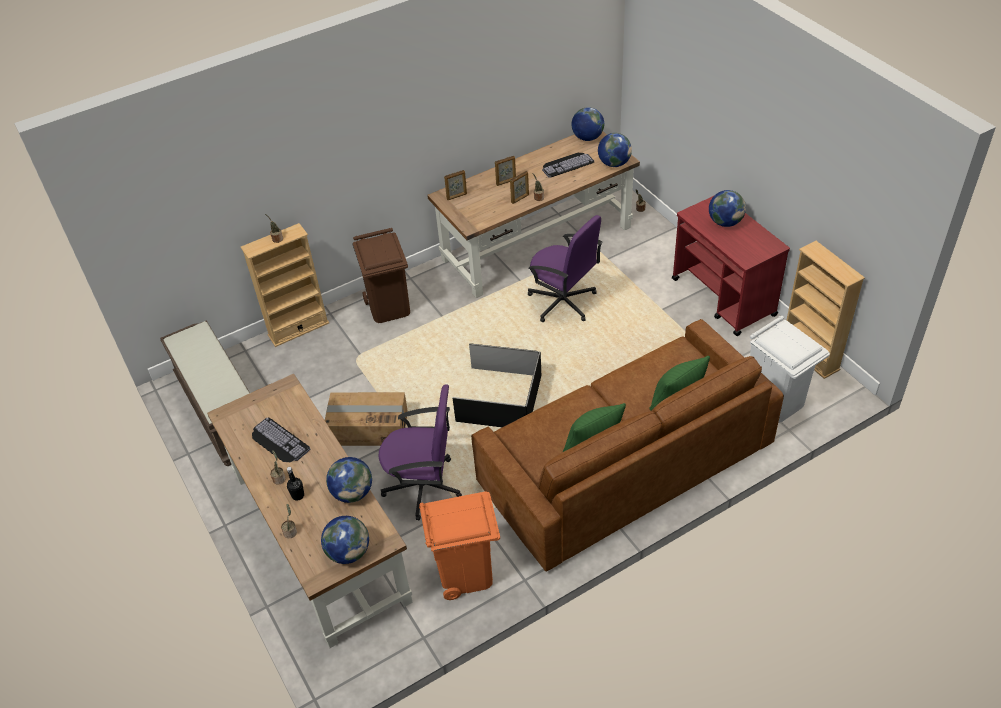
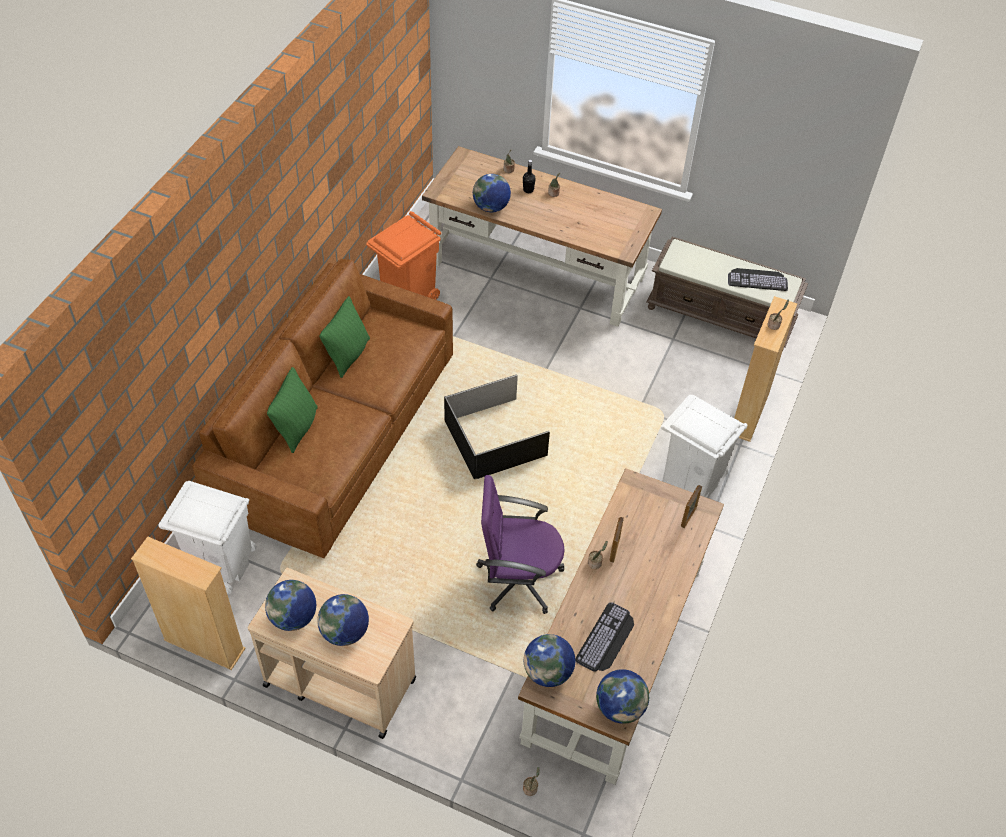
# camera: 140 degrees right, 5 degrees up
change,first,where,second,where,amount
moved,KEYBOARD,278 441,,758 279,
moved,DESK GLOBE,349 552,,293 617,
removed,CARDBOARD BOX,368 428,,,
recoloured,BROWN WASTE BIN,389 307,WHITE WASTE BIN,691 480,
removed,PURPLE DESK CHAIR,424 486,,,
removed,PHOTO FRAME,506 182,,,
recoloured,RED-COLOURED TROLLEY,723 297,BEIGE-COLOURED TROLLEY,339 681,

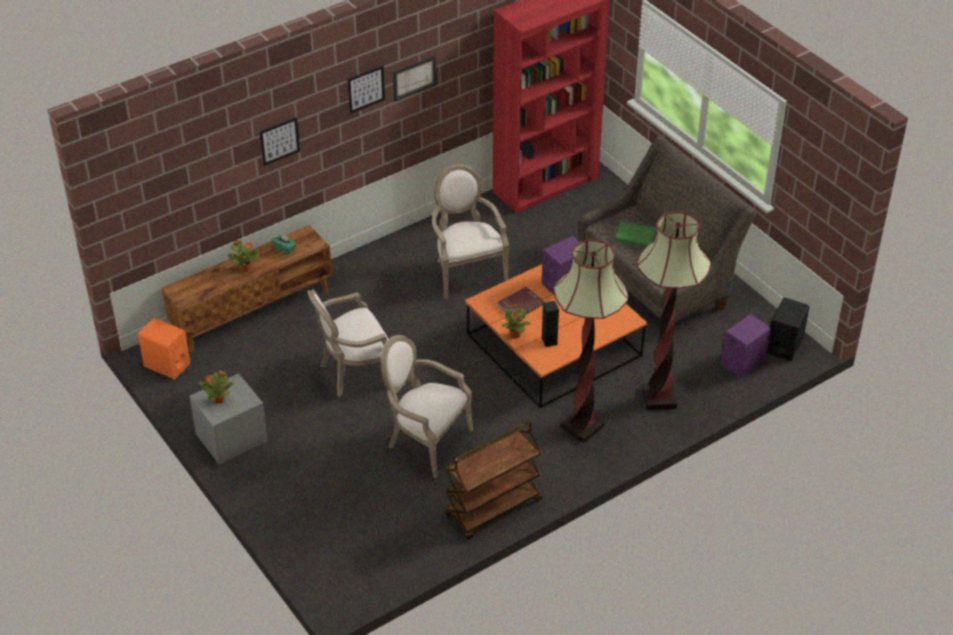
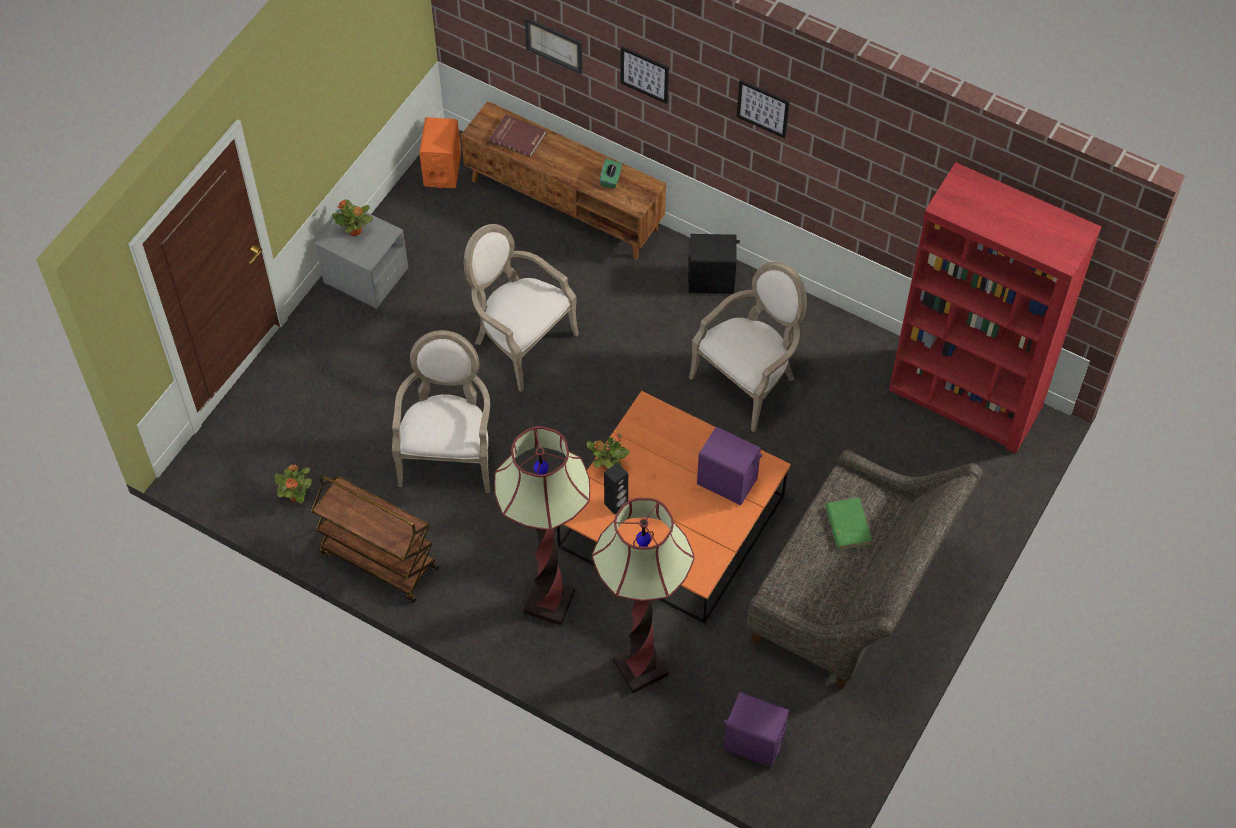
# camera: 65 degrees right, 15 degrees up
change,first,where,second,where,amount
moved,PLANT IN A POT,244 268,,296 496,
moved,WALL PICTURE,414 78,,554 45,
moved,RED-COLOURED BOUND BOOK,520 304,,518 137,
moved,BLACK-COLOURED SPEAKER,784 345,,711 280,

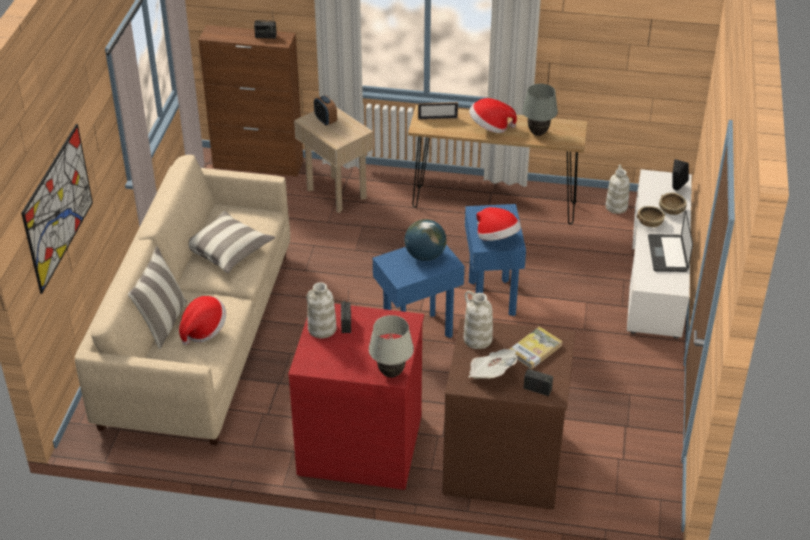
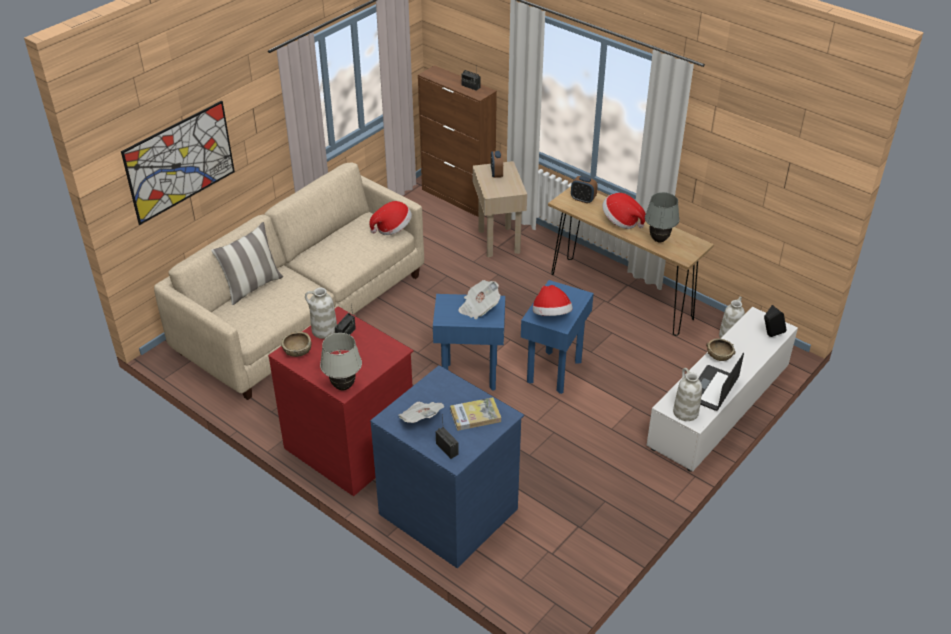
# camera: 30 degrees right, 0 degrees up
change,first,where,second,where,amount
moved,CLOTHING HAT,203 330,,392 228,
removed,CUSHION,227 251,,,
replaced,DESK GLOBE,425 256,DAILY PAPER,479 308,
replaced,PHOTO FRAME,437 118,ALARM CLOCK,583 199,
recoloured,BROWN DRAWER CHEST,504 462,BLUE DRAWER CHEST,449 510,
moved,WHITE DECORATIVE VASE,477 339,,685 412,
moved,BROWN SERVING BOWL,671 210,,297 351,

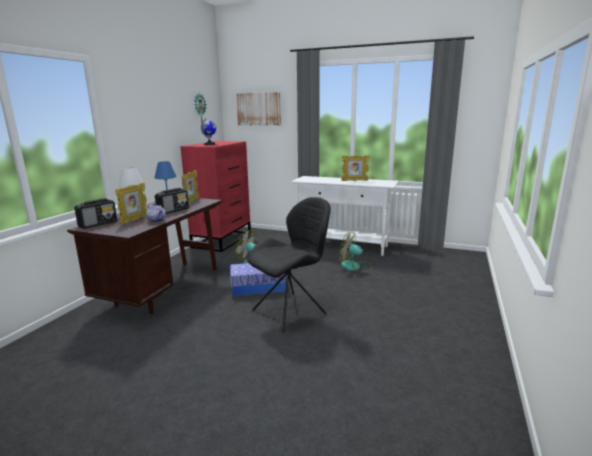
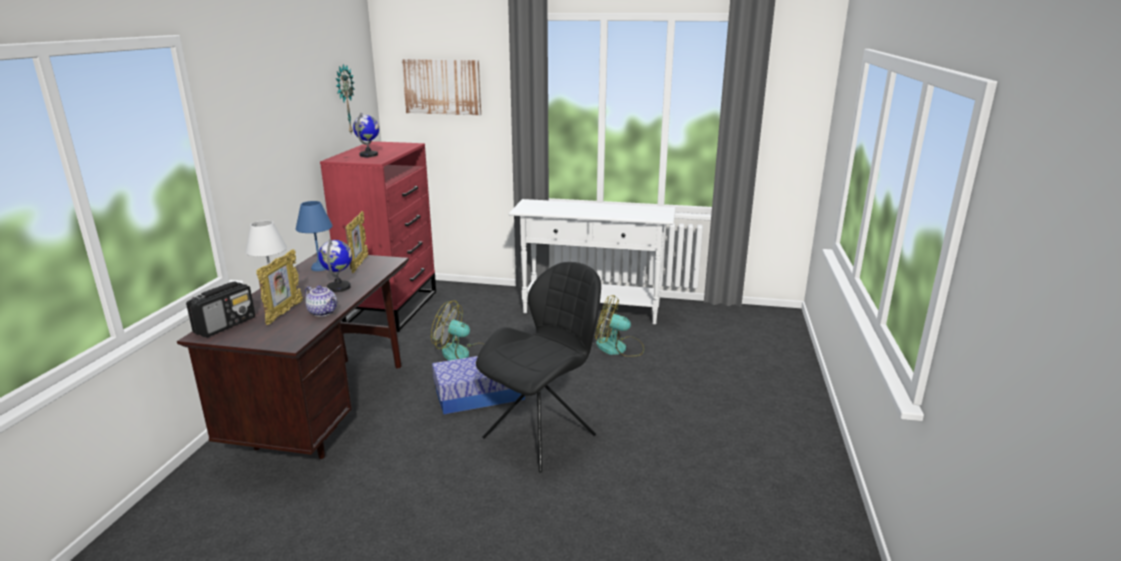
# camera: 10 degrees left, 5 degrees up
change,first,where,second,where,amount
replaced,RADIO RECEIVER,173 211,DESK GLOBE,339 287,
removed,PHOTO FRAME,354 181,,,

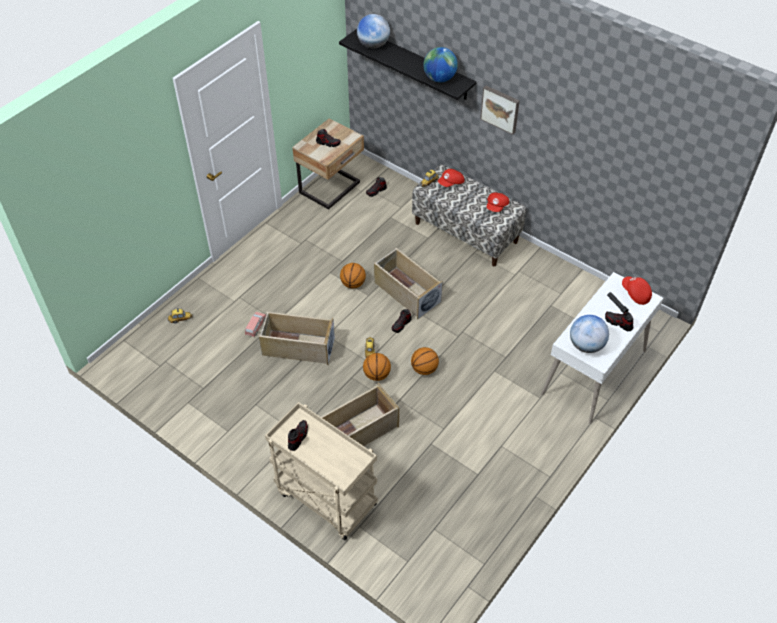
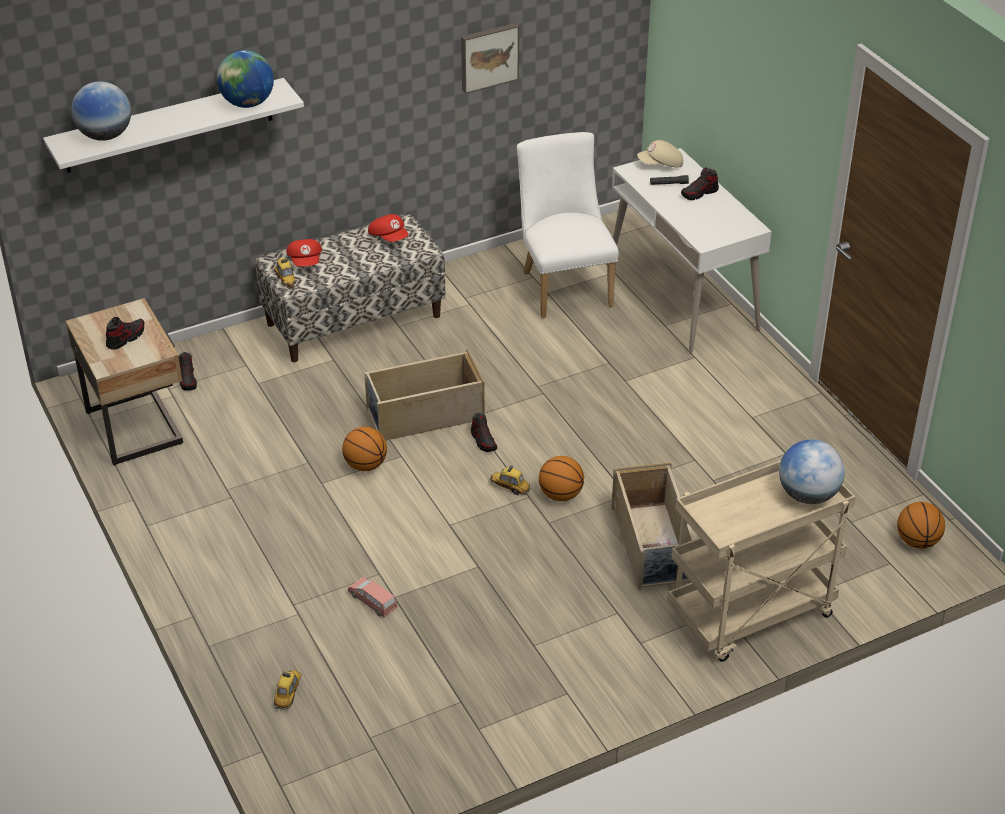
# camera: 65 degrees left, 10 degrees down
change,first,where,second,where,amount
removed,BEIGE-COLOURED STORAGE CONTAINER,298 347,,,
removed,LOW SHOE,298 437,,,
recoloured,BLACK-COLOURED SHELF,415 64,WHITE SHELF,169 126,
moved,BASKETBALL BALL,424 369,,917 541,
moved,WALL PICTURE,500 108,,488 56,
moved,DESK GLOBE,586 345,,808 495,
recoloured,RED-COLOURED PEAKED CAP,635 294,BEIGE-COLOURED PEAKED CAP,661 165,
added,,,WHITE UPRIGHT CHAIR,564 285,

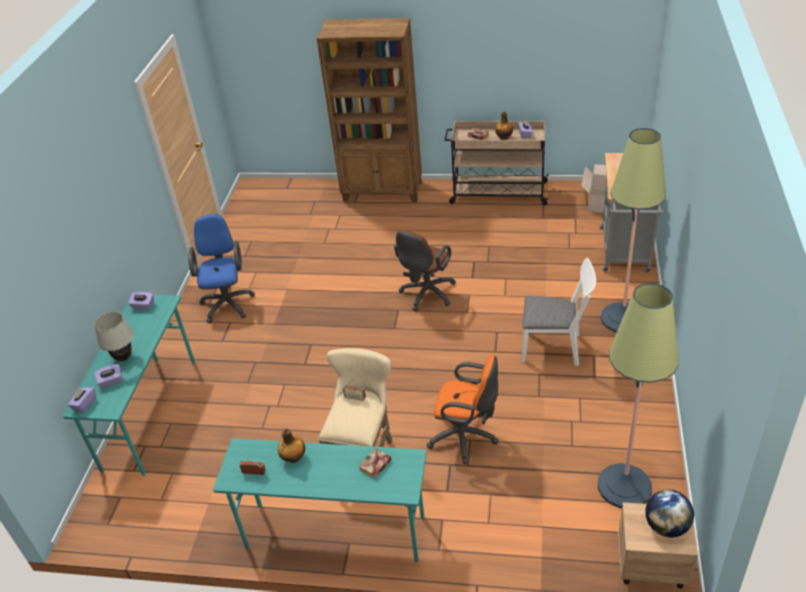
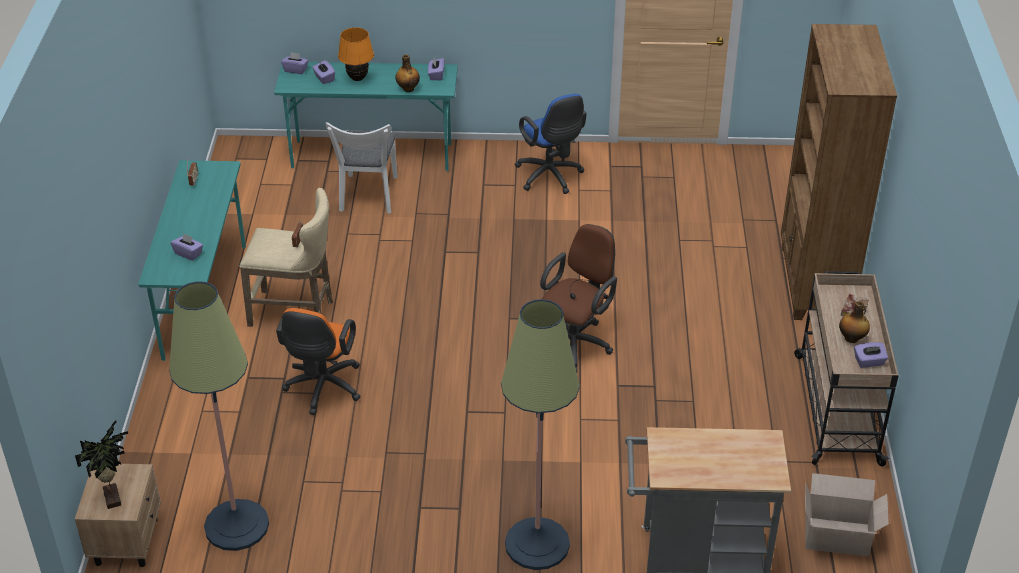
# camera: 80 degrees right, 0 degrees up
change,first,where,second,where,amount
recoloured,WHITE TABLE LAMP,124 357,ORANGE TABLE LAMP,357 79,
turned,BLUE DESK CHAIR,227 302,,550 177,75 degrees clockwise
moved,DRINK BOTTLE,293 458,,408 89,
replaced,BOUND BOOK,375 466,PURPLE TISSUE HOLDER,188 253,
turned,BROWN DESK CHAIR,426 295,,576 342,105 degrees clockwise
moved,WHITE UPRIGHT CHAIR,556 348,,368 197,
replaced,DESK GLOBE,666 526,PLANT IN A POT,114 497,

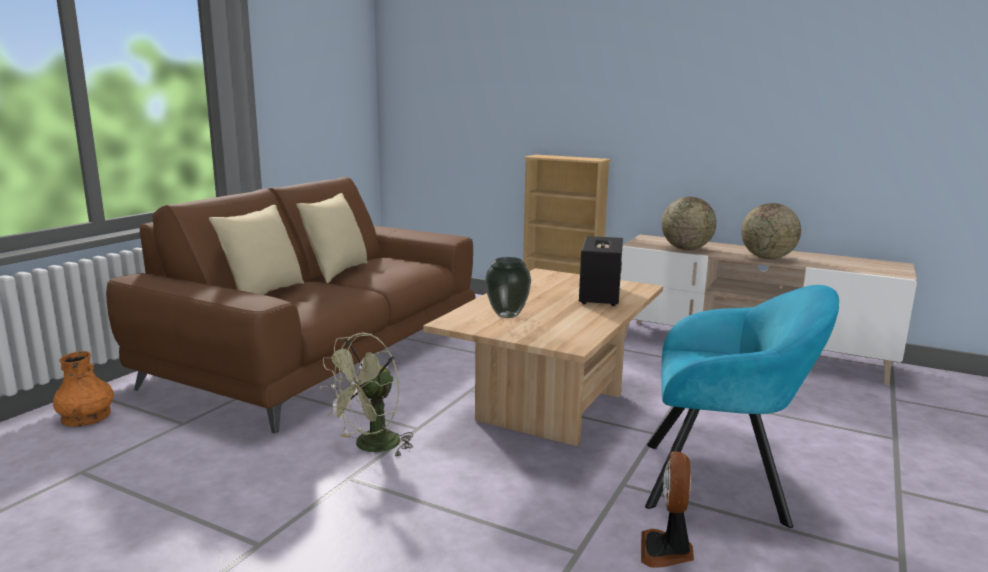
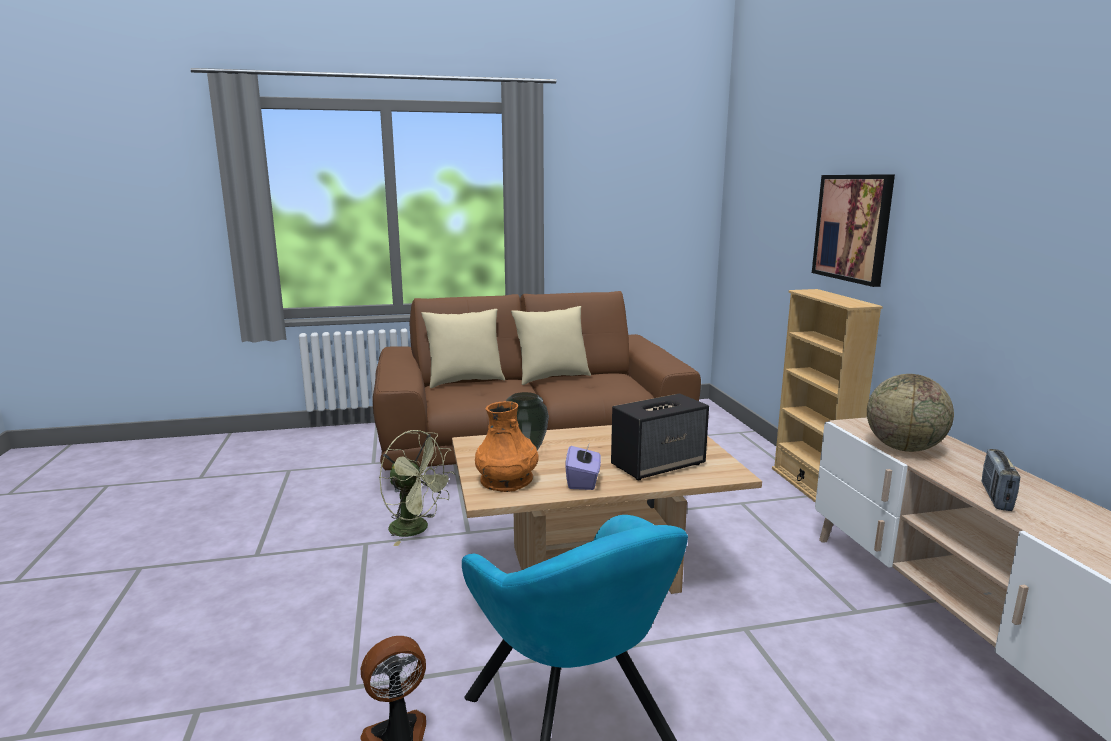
# camera: 50 degrees right, 0 degrees up
change,first,where,second,where,amount
moved,ORANGE DECORATIVE VASE,86 417,,507 480,
turned,GREEN-COLOURED ELECTRIC FAN,371 447,,417 529,150 degrees counterclockwise
replaced,DESK GLOBE,767 258,RADIO RECEIVER,996 497,
added,,,PURPLE TISSUE HOLDER,583 481,
added,,,WALL PICTURE,852 228,

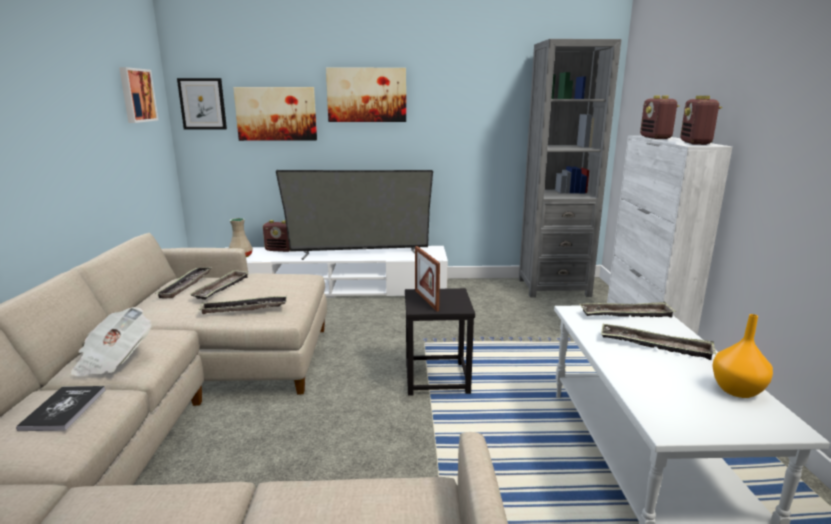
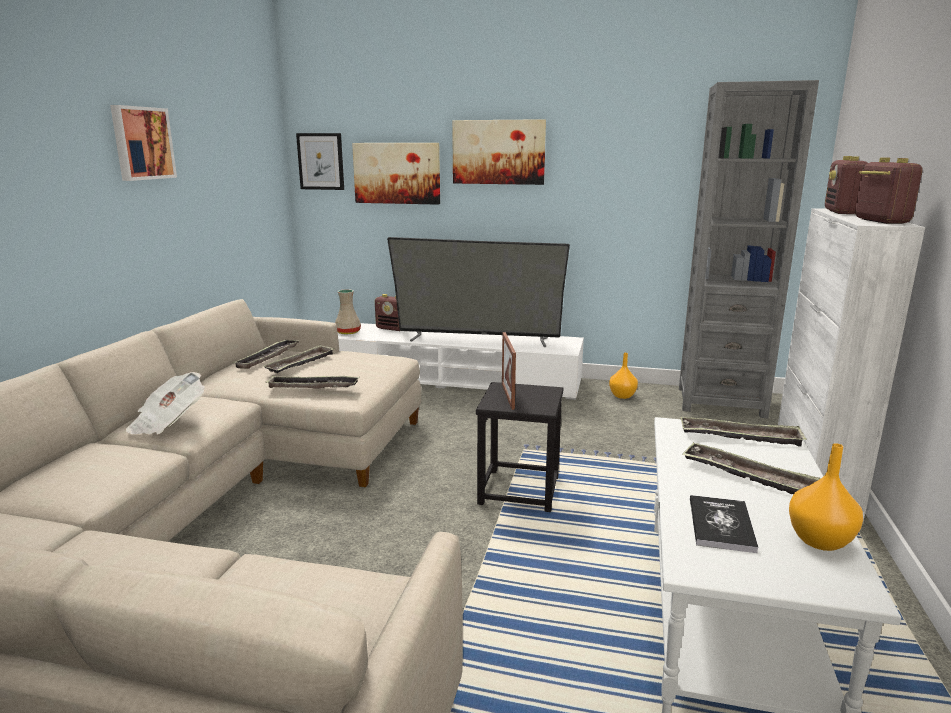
# camera: 15 degrees right, 0 degrees up
change,first,where,second,where,amount
moved,BOUND BOOK,64 409,,721 525,
moved,WALL PICTURE,136 95,,142 143,
turned,RADIO RECEIVER,695 143,,880 221,150 degrees clockwise
added,,,ORANGE DECORATIVE VASE,623 396,

